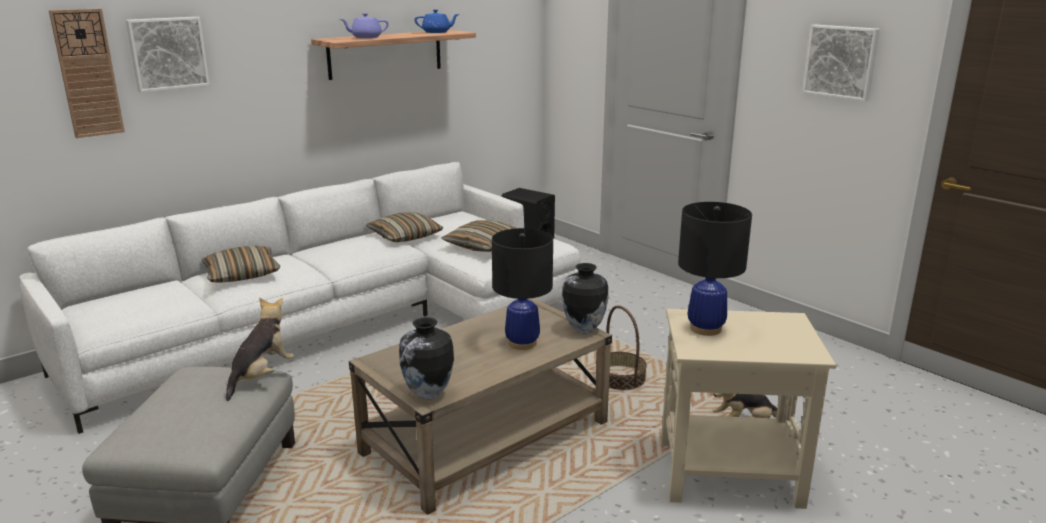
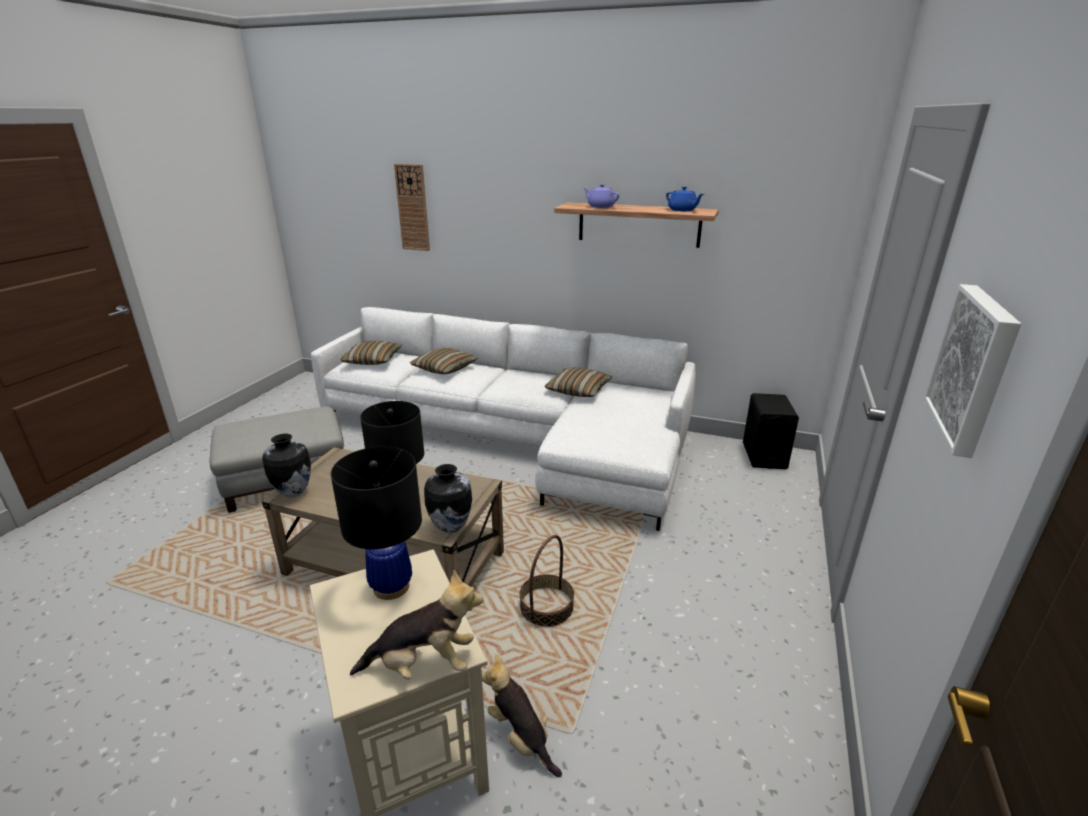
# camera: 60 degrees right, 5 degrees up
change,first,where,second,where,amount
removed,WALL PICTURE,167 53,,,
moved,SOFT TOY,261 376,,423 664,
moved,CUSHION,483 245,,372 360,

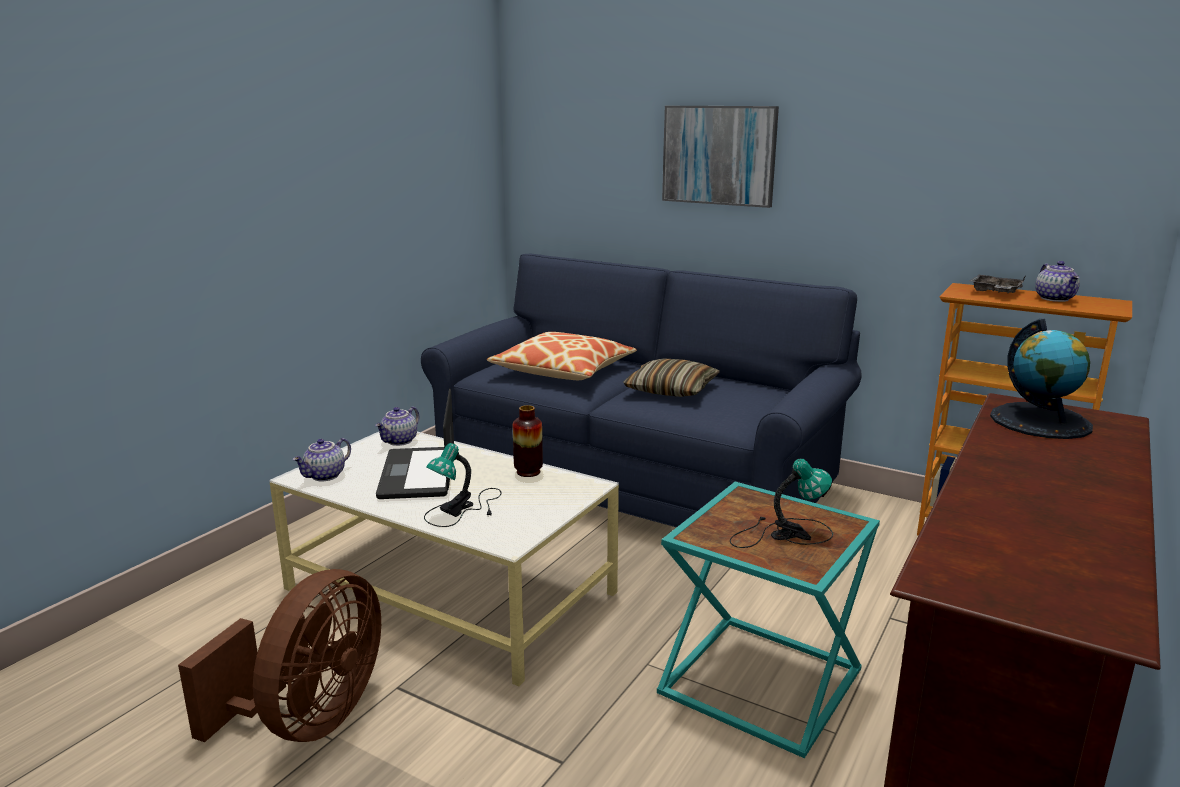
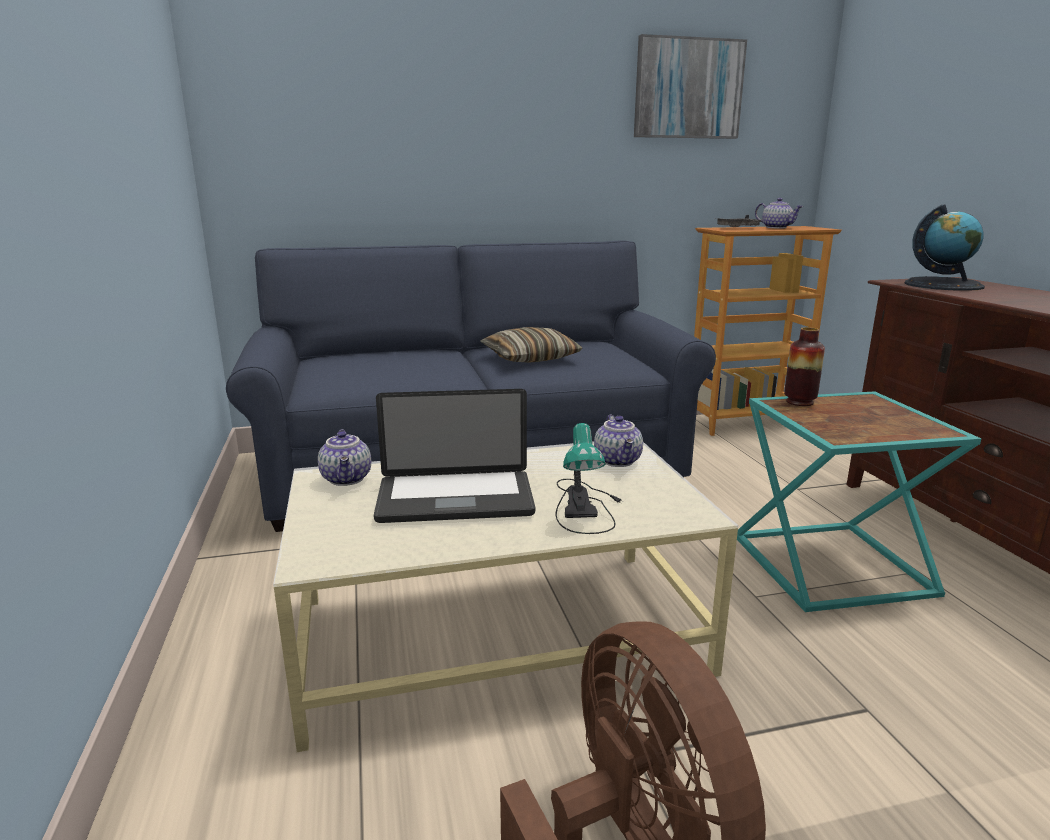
# camera: 45 degrees left, 0 degrees up
change,first,where,second,where,amount
moved,TEA POT,325 476,,619 461,
turned,PORTABLE COMPUTER,418 474,,455 499,45 degrees counterclockwise
removed,CUSHION,563 371,,,
moved,DECORATIVE VASE,528 472,,799 402,
moved,WALL PICTURE,719 155,,688 89,
removed,TABLE LAMP,783 533,,,

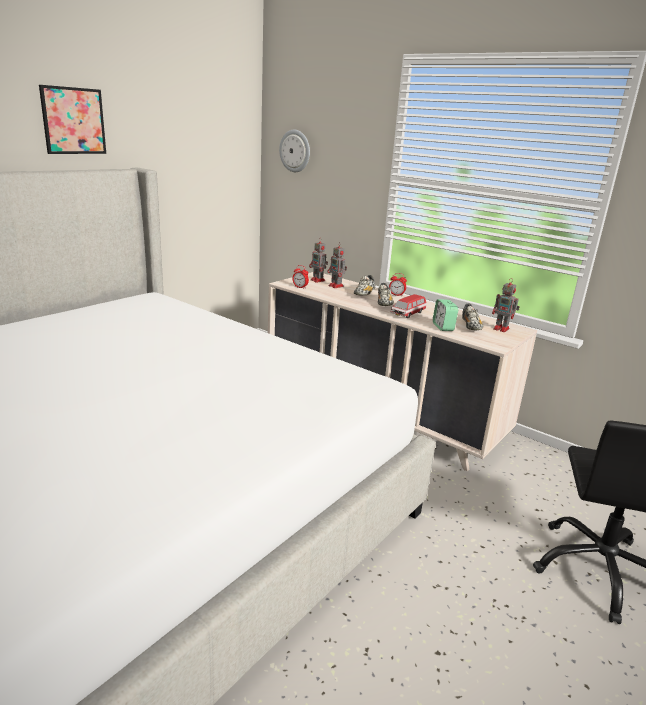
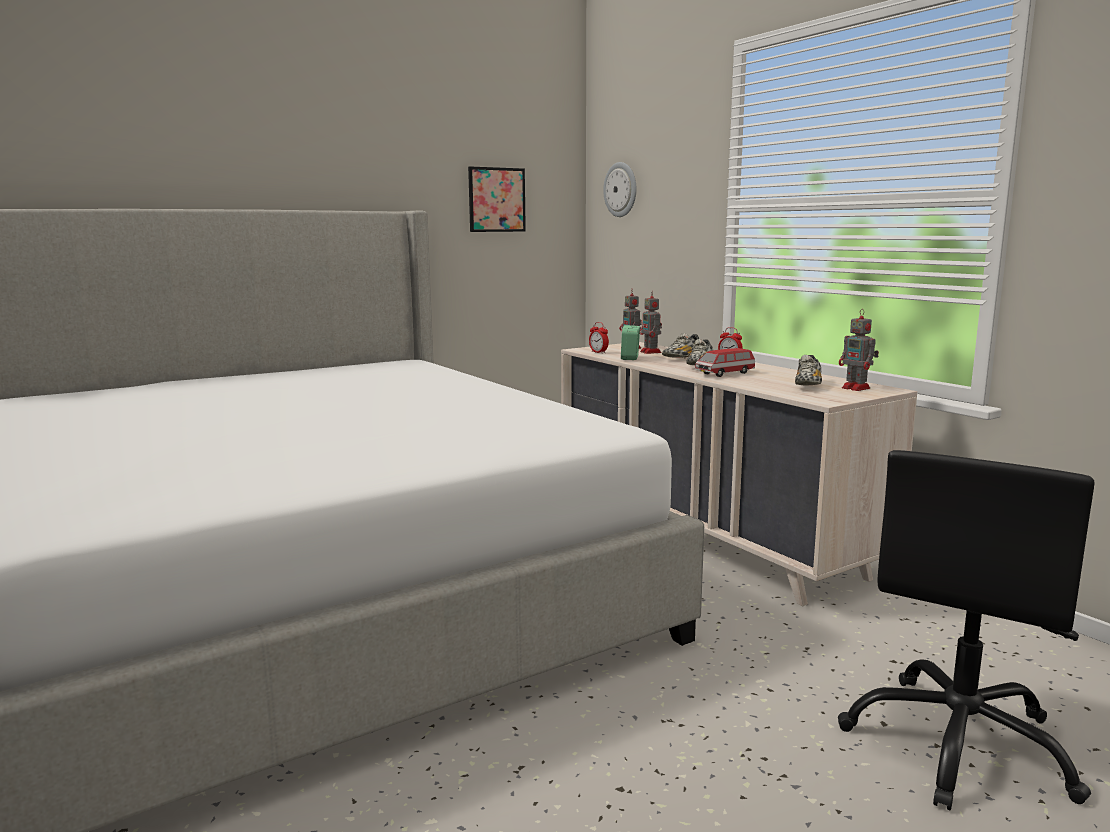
# camera: 20 degrees right, 10 degrees down
change,first,where,second,where,amount
moved,WALL PICTURE,73 121,,496 200,
moved,ALARM CLOCK,443 327,,630 358,

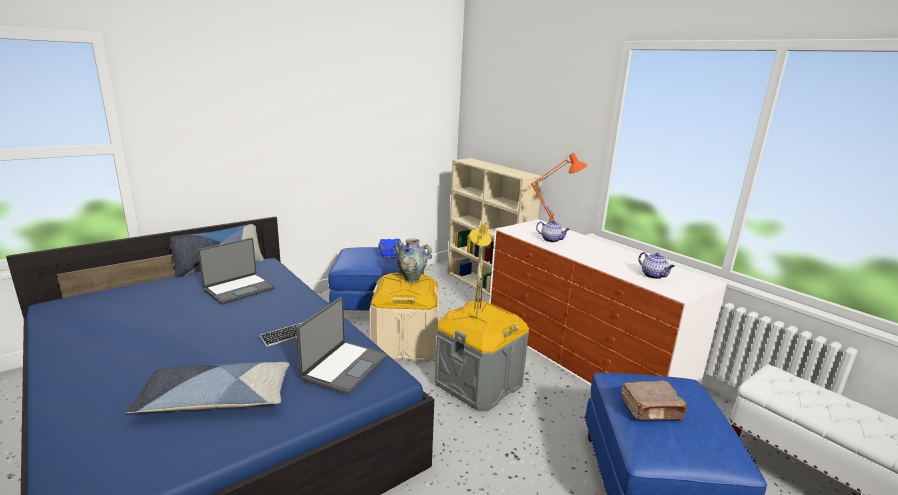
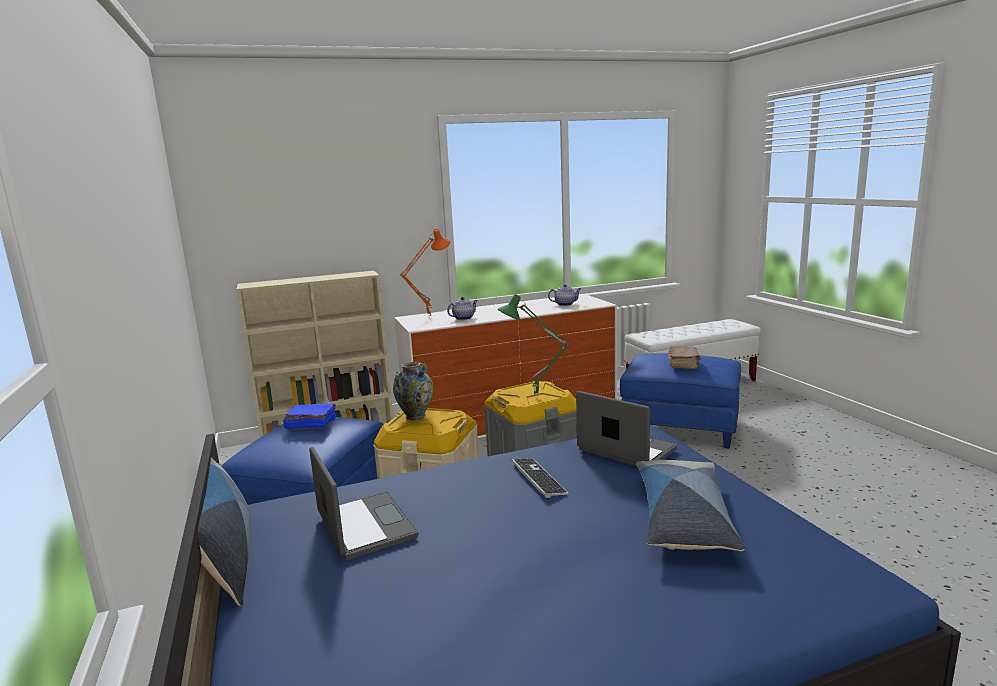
# camera: 70 degrees left, 5 degrees down
change,first,where,second,where,amount
recoloured,YELLOW-COLOURED TABLE LAMP,475 319,GREEN-COLOURED TABLE LAMP,535 396,

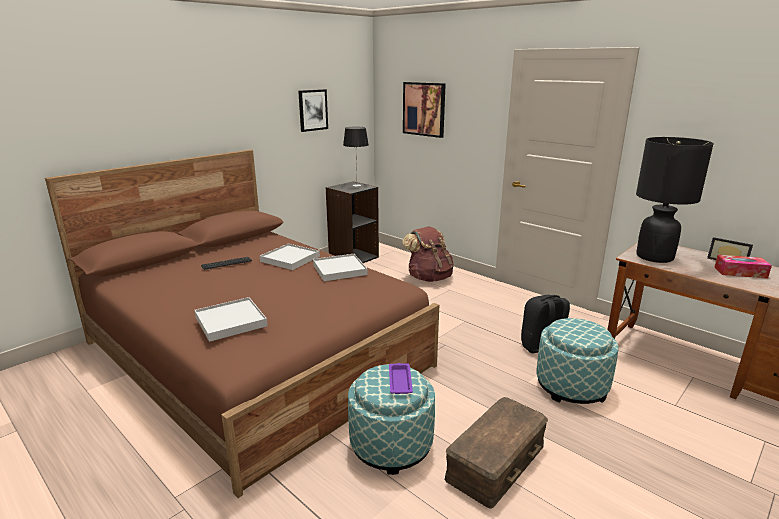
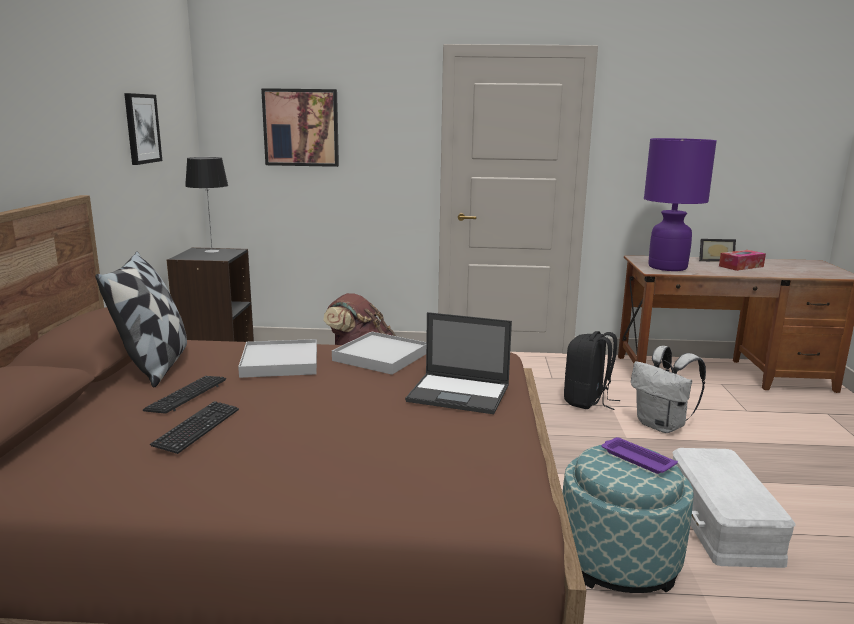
# camera: 40 degrees left, 5 degrees down
change,first,where,second,where,amount
removed,WHITE CARRYING TRAY,230 321,,,
recoloured,BROWN STORAGE CONTAINER,495 461,WHITE STORAGE CONTAINER,720 522,
replaced,POUFFE,571 386,WHITE RUCKSACK,662 426,
recoloured,BLACK-COLOURED TABLE LAMP,655 257,PURPLE TABLE LAMP,667 267,
added,,,CUSHION,155 366,
added,,,KEYBOARD,197 428,
added,,,PORTABLE COMPUTER,460 394,

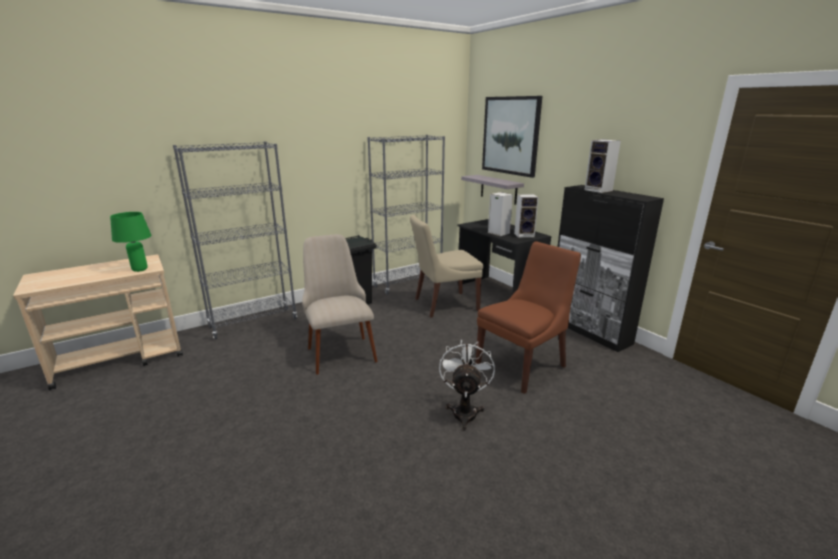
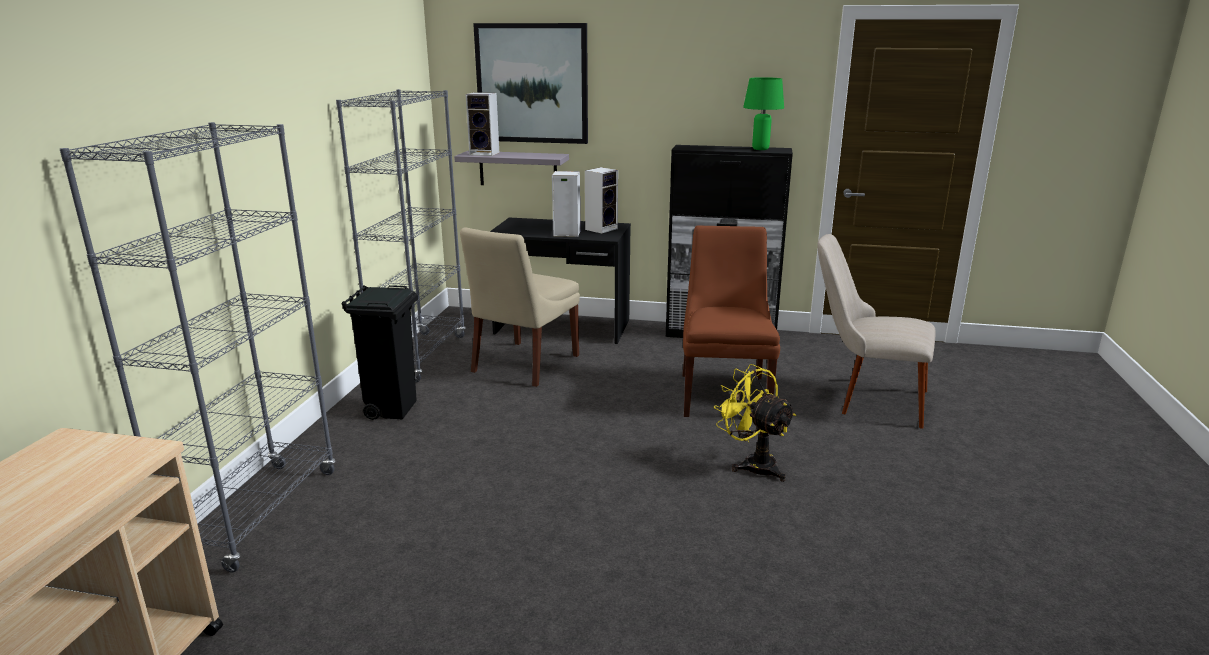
# camera: 45 degrees left, 0 degrees up
change,first,where,second,where,amount
moved,GREEN-COLOURED TABLE LAMP,139 269,,760 149,
moved,BEIGE-COLOURED UPRIGHT CHAIR,339 348,,865 398,
recoloured,WHITE ELECTRIC FAN,464 411,YELLOW-COLOURED ELECTRIC FAN,753 464,
moved,SPEAKER,599 190,,485 153,

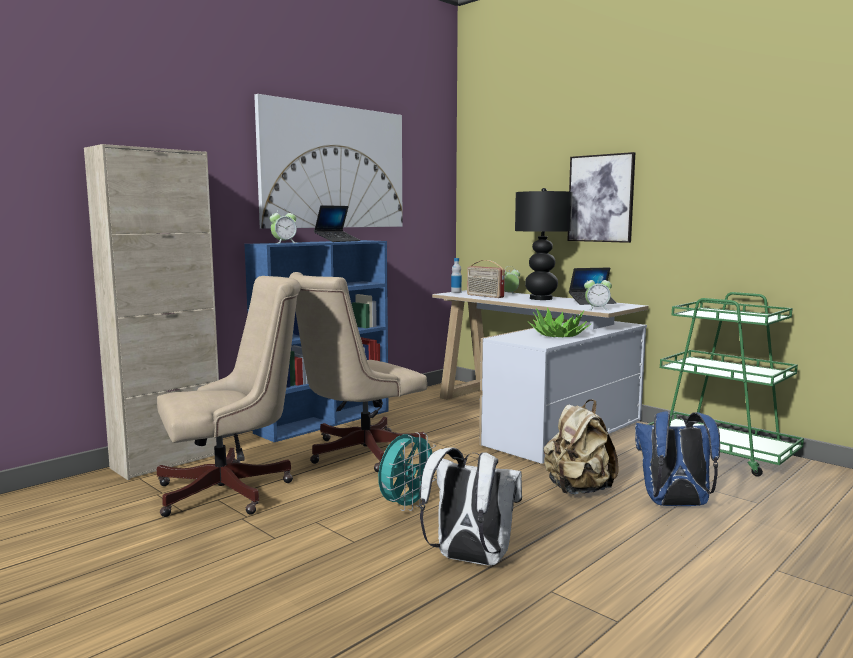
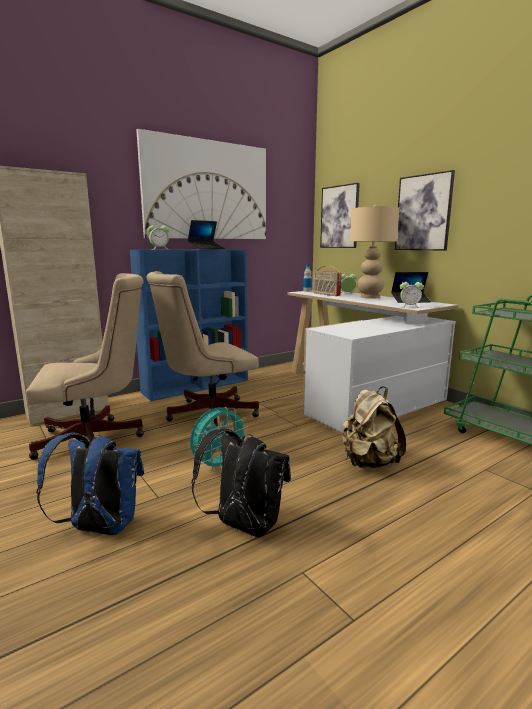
# camera: 10 degrees right, 5 degrees up
change,first,where,second,where,amount
recoloured,WHITE RUCKSACK,469 560,BLACK-COLOURED RUCKSACK,243 527,
recoloured,BLACK-COLOURED TABLE LAMP,541 298,BEIGE-COLOURED TABLE LAMP,370 297,
removed,PLANT IN A POT,558 335,,,
moved,BLUE RUCKSACK,674 505,,100 529,
added,,,WALL PICTURE,339 217,

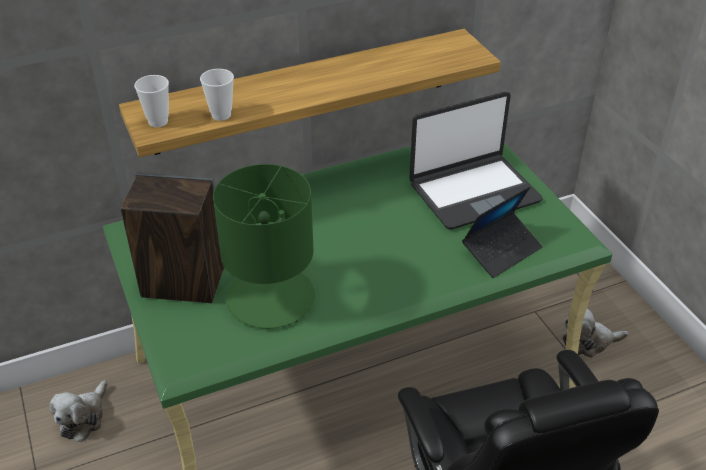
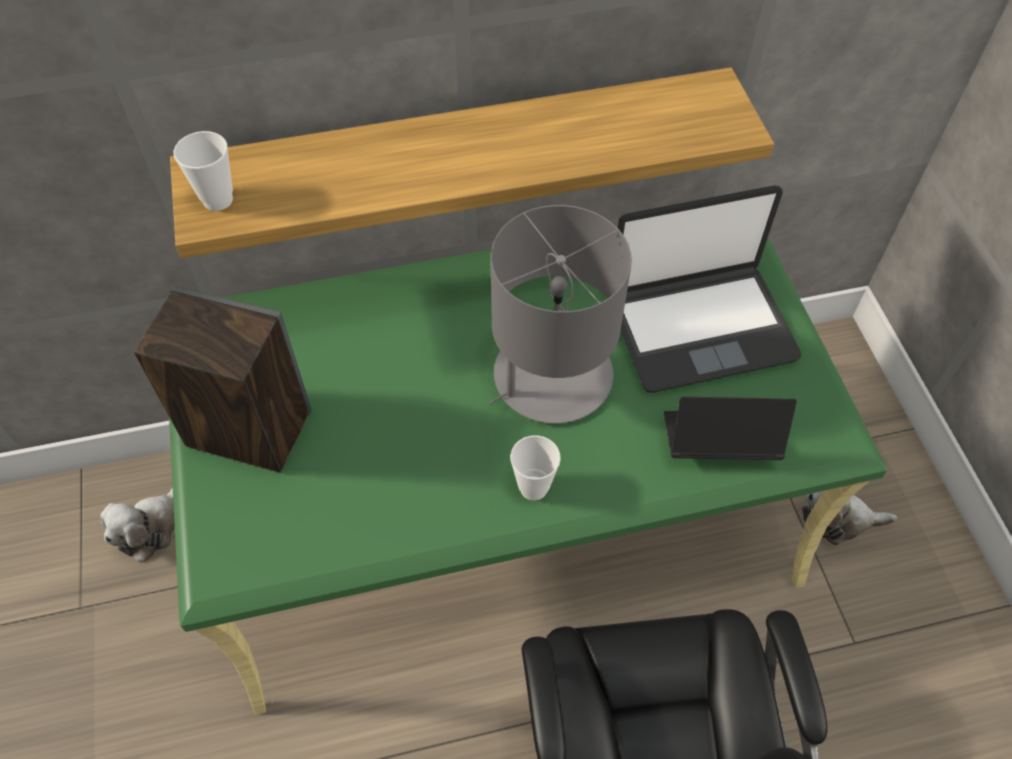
# camera: 10 degrees right, 15 degrees up
change,first,where,second,where,amount
moved,SMALL CUP,221 115,,533 488,
removed,GREEN-COLOURED TABLE LAMP,271 297,,,
turned,PORTABLE COMPUTER,501 250,,718 441,150 degrees counterclockwise
added,,,GREYISH TABLE LAMP,551 376,

